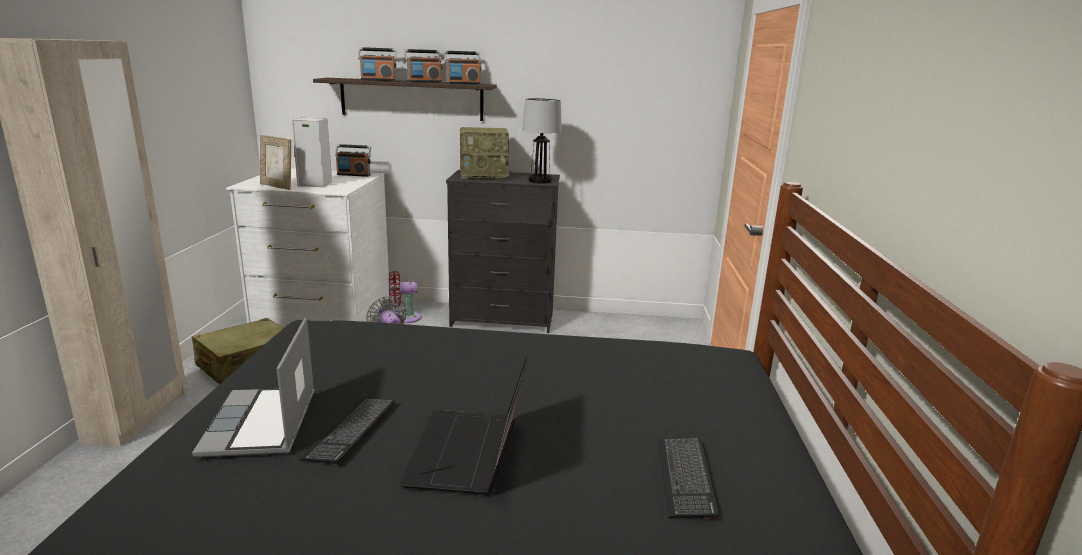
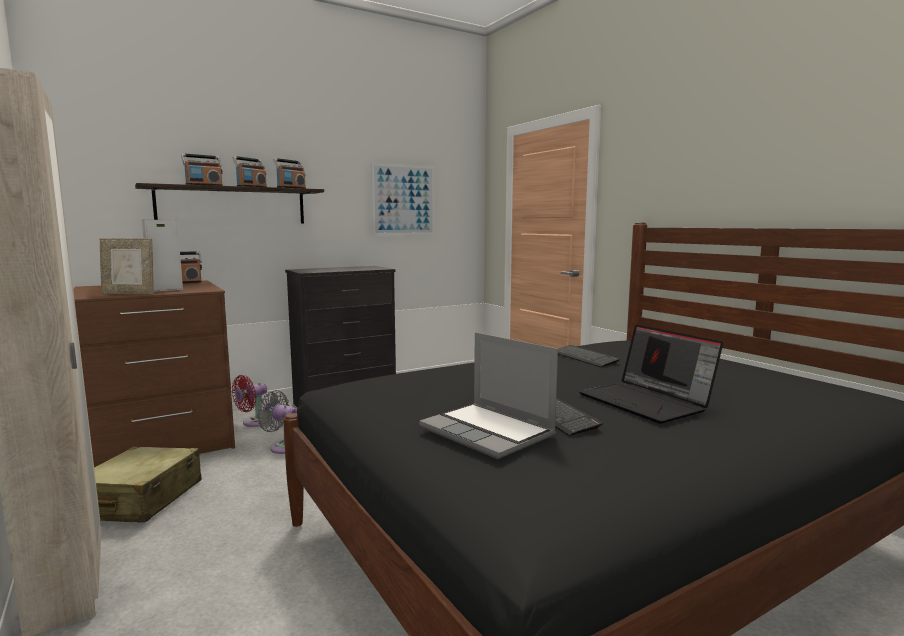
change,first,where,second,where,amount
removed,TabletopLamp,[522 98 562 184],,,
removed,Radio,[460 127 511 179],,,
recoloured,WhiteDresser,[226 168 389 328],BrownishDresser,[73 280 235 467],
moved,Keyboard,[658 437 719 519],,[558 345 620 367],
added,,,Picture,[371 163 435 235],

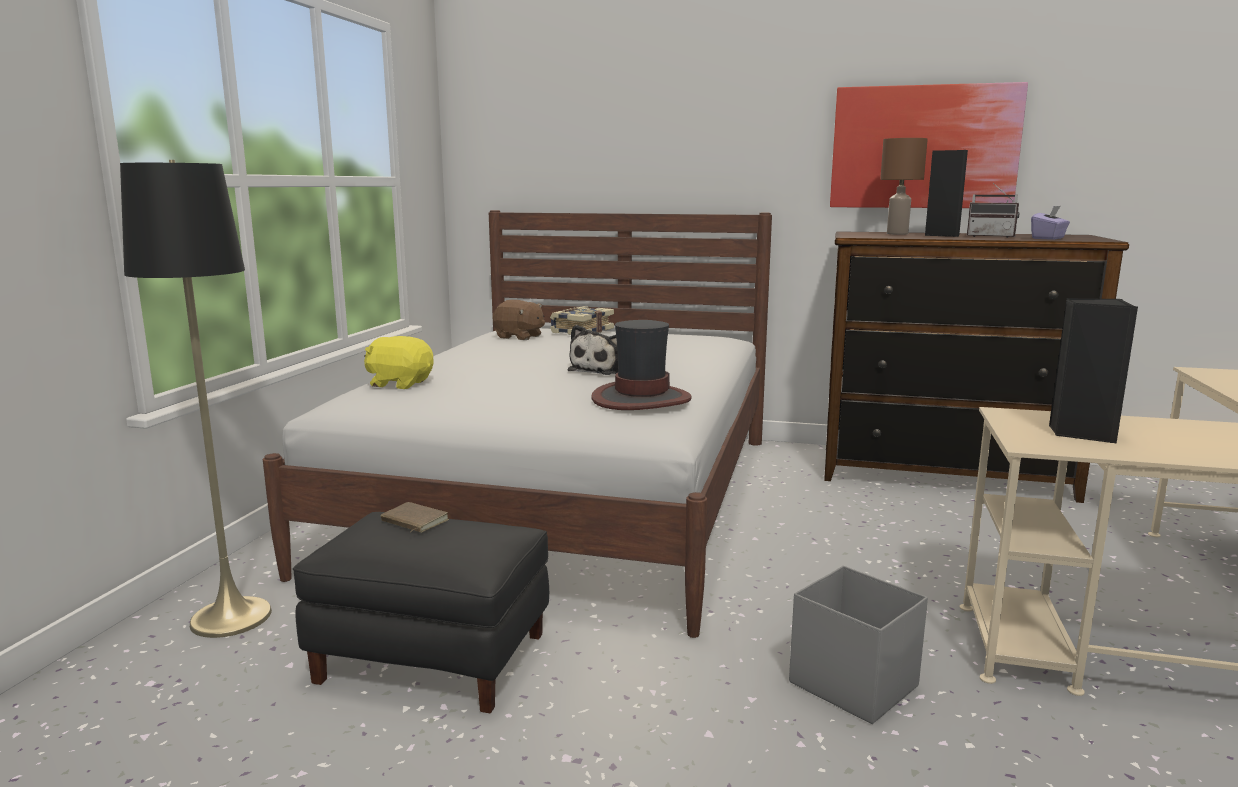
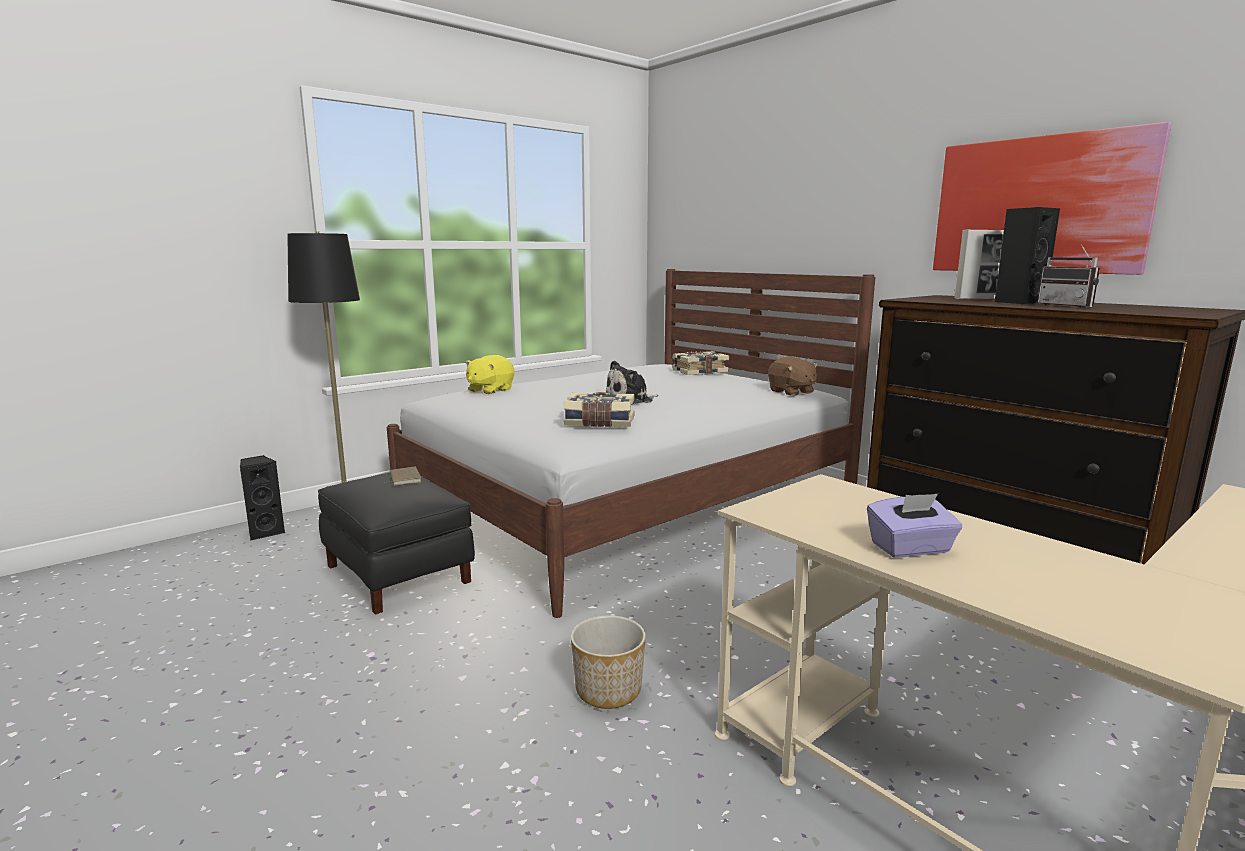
change,first,where,second,where,amount
replaced,BrownishTabletopLamp,[880 138 928 235],StandingFrame,[954 229 1004 299],
moved,PurpleColouredTissueBox,[1031 206 1070 240],,[867 494 962 557],
moved,BlackAudioSpeaker,[1049 298 1138 444],,[240 455 285 541],
moved,BrownishPlushToy,[493 300 545 340],,[768 356 818 396],
replaced,Hat,[591 320 692 410],Volume,[563 392 634 427],
turned,YellowishPlushToy,[364 336 434 389],,[465 355 514 394],105 degrees counterclockwise
replaced,GrayStorageBox,[789 566 928 724],Planter,[571 615 646 709],

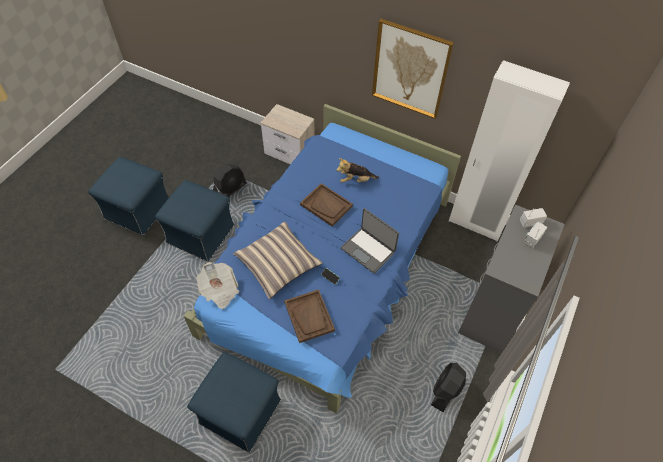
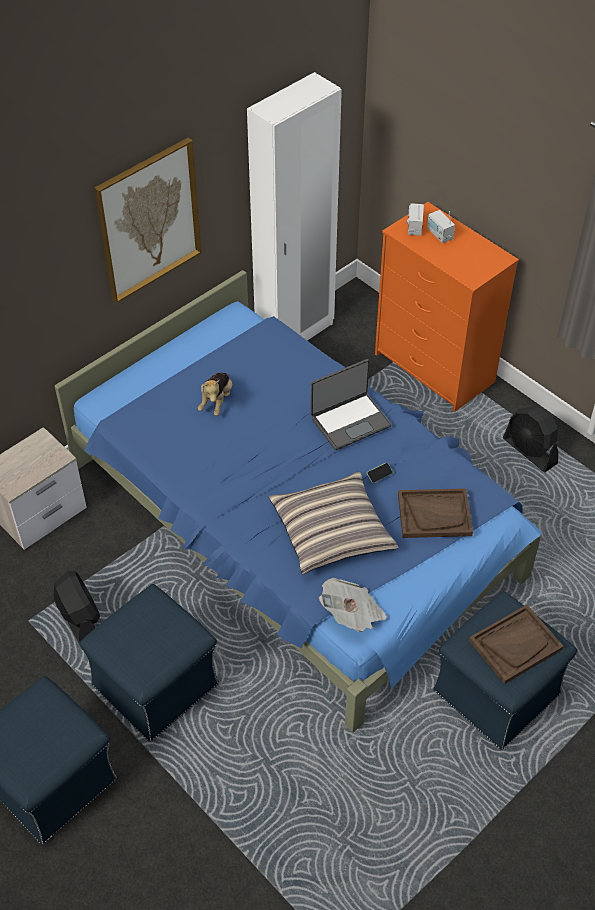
change,first,where,second,where,amount
moved,BrownishServingTray,[300 183 353 226],,[469 605 564 684],
recoloured,GrayDresser,[458 205 565 353],OrangeDresser,[375 202 519 412],

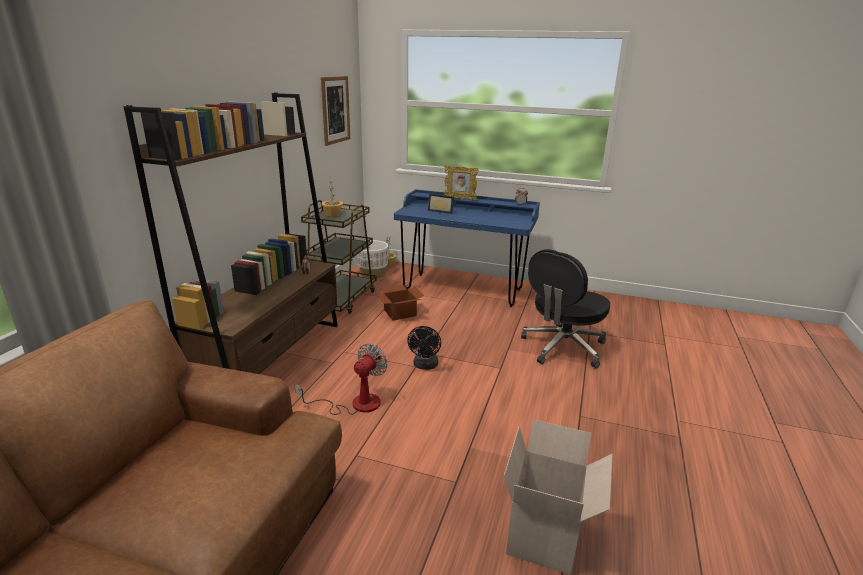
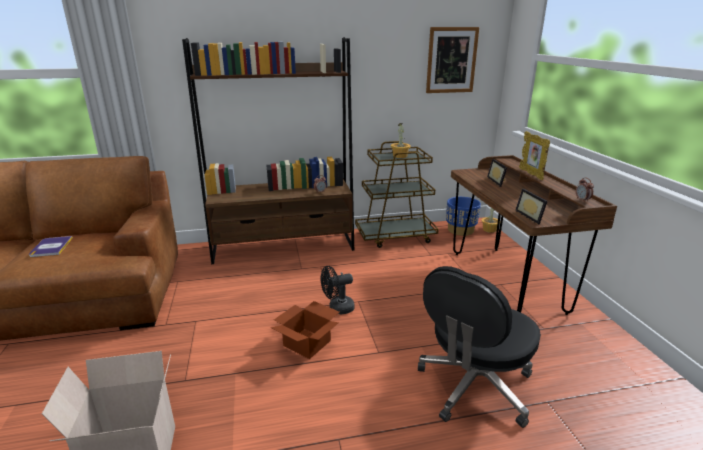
change,first,where,second,where,amount
recoloured,BluishDeskUnit,[394 189 540 307],BrownishDeskUnit,[451 155 617 315],
recoloured,WhitePlanter,[357 240 388 278],BluishPlanter,[446 197 481 236],
turned,BlackComputerChair,[521 249 610 368],,[418 266 541 428],60 degrees counterclockwise
moved,CardboardBox,[376 285 424 321],,[271 301 339 359],
removed,ElectricFan,[295 344 387 415],,,
added,,,StandingFrame,[515 189 548 225],
added,,,Volume,[29 236 73 257],

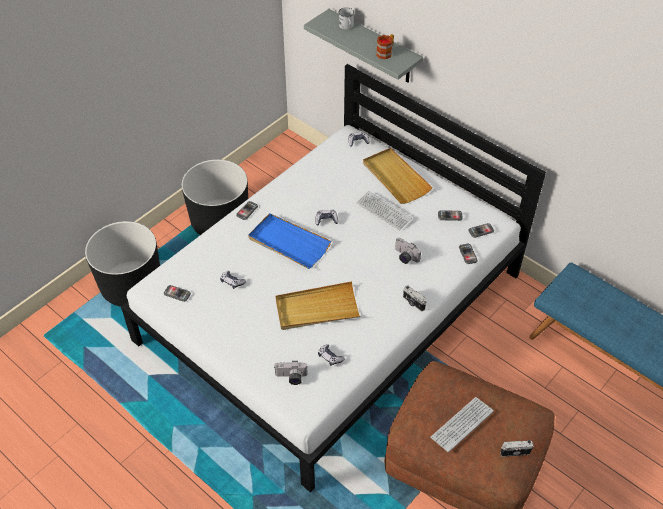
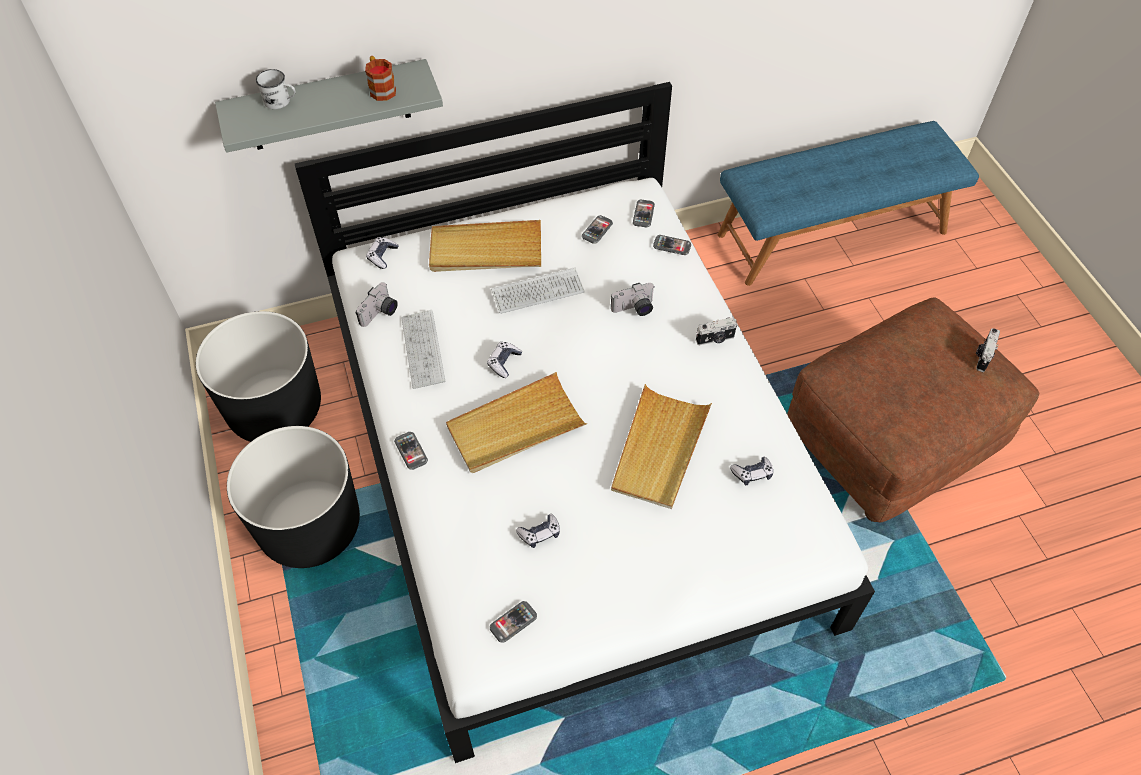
change,first,where,second,where,amount
recoloured,BluishServingTray,[248 213 331 269],BeigeColouredServingTray,[446 372 587 473],
moved,BlackPlanter,[85 221 160 307],,[196 311 321 442],
moved,PhotoCamera,[274 361 308 385],,[356 282 398 327],
moved,Keyboard,[430 397 494 452],,[401 310 445 389],

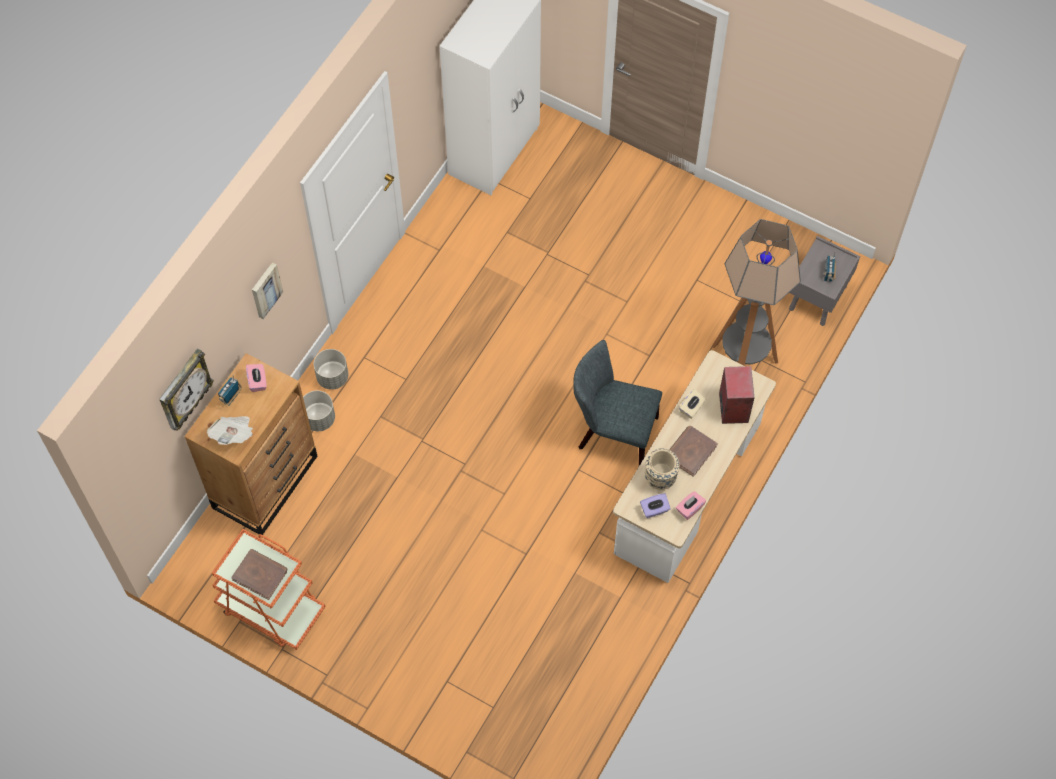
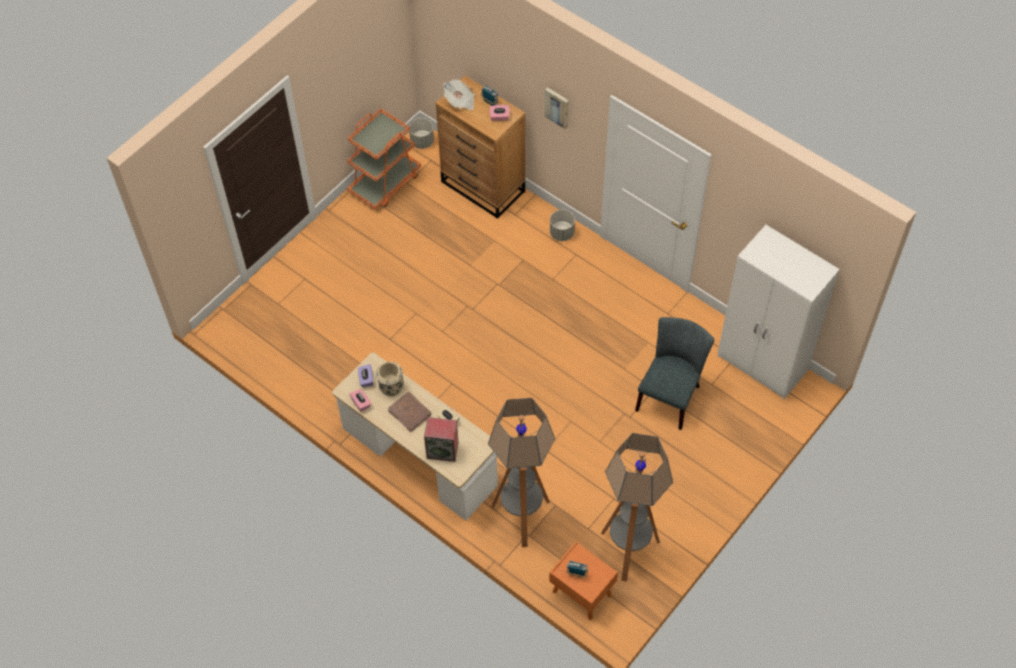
change,first,where,second,where,amount
recoloured,GrayNightstand,[789 236 860 326],OrangeNightstand,[549 541 618 620],
moved,GrayChair,[573 340 662 466],,[635 317 714 430],
removed,ClockOnTheWall,[159 349 214 431],,,
moved,GrayPlanter,[303 391 335 431],,[409 118 434 149],
removed,BrownishVolume,[231 549 287 600],,,
added,,,StandingLamp,[601 433 673 582],

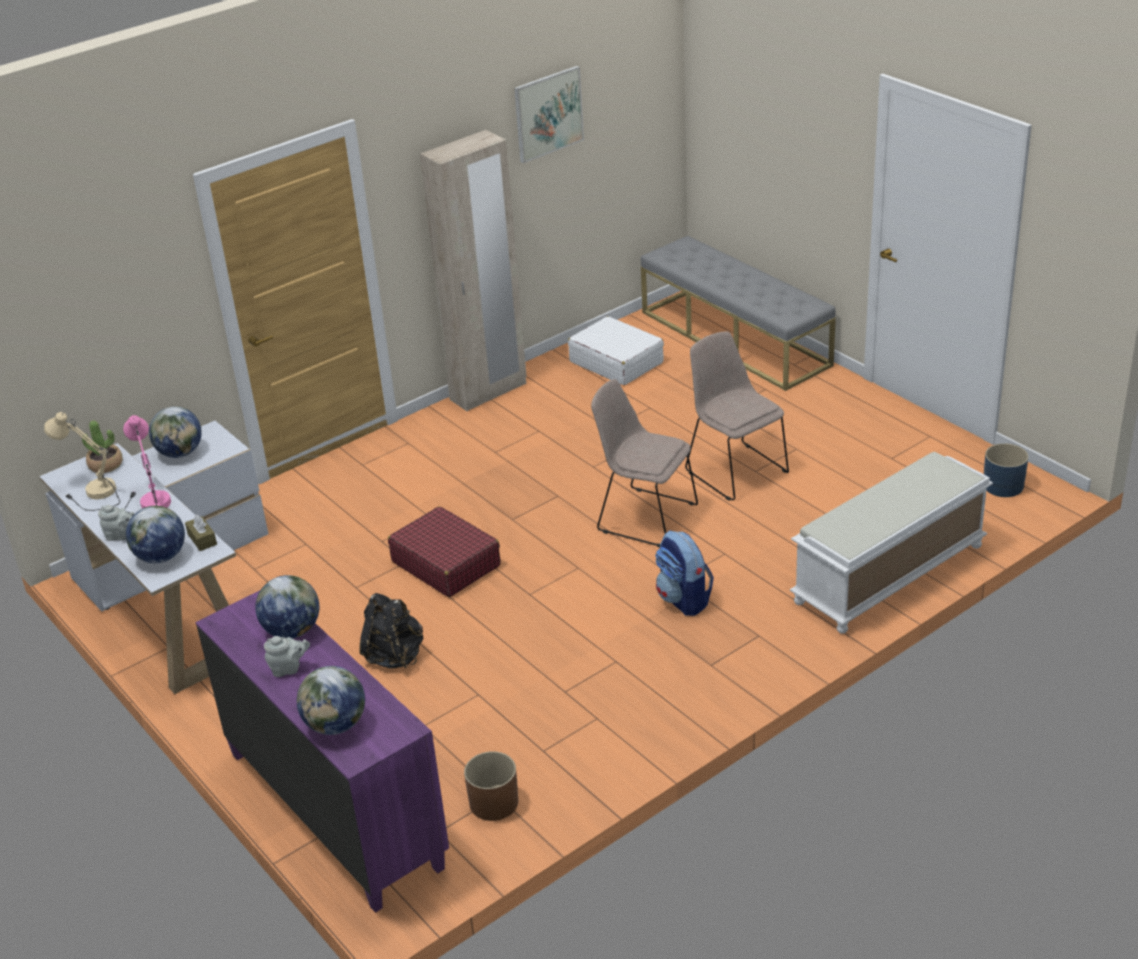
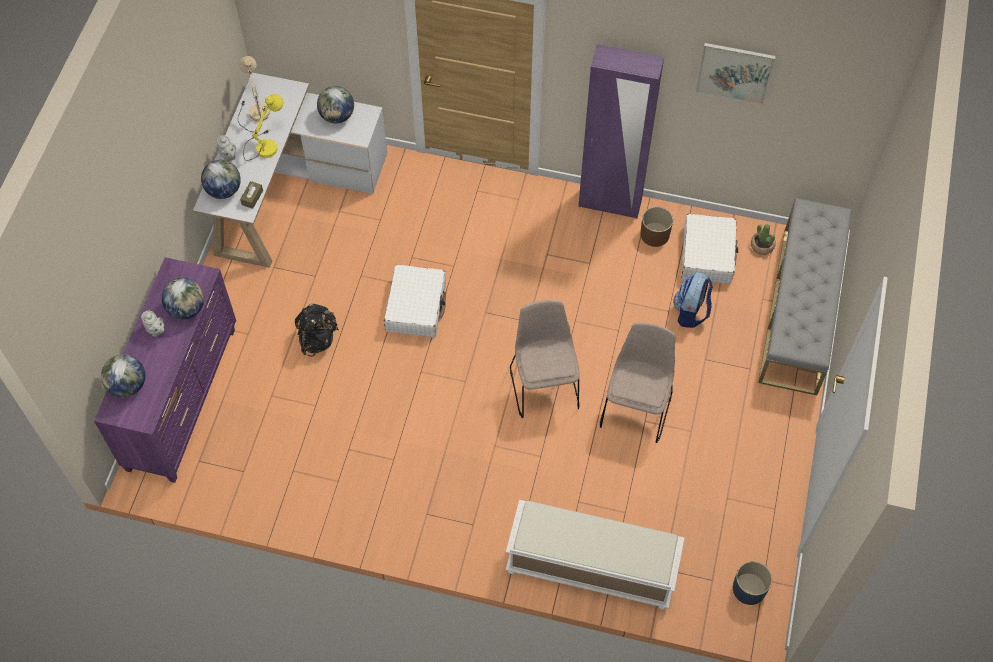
change,first,where,second,where,amount
recoloured,BeigeColouredWardrobe,[420 130 527 411],PurpleColouredWardrobe,[578 44 664 219],
recoloured,PinkishTabletopLamp,[123 415 171 510],YellowishTabletopLamp,[243 94 284 161],
moved,Houseplant,[82 420 123 473],,[751 224 776 255],
recoloured,RedSuitcase,[388 506 500 597],WhiteSuitcase,[384 264 446 337],
moved,Backpack,[655 530 714 616],,[674 272 713 328],
moved,BrownishPlanter,[464 751 518 821],,[640 207 673 247],

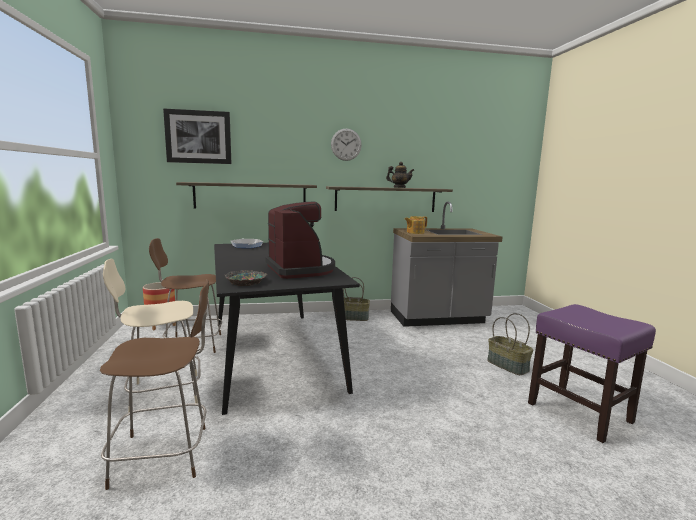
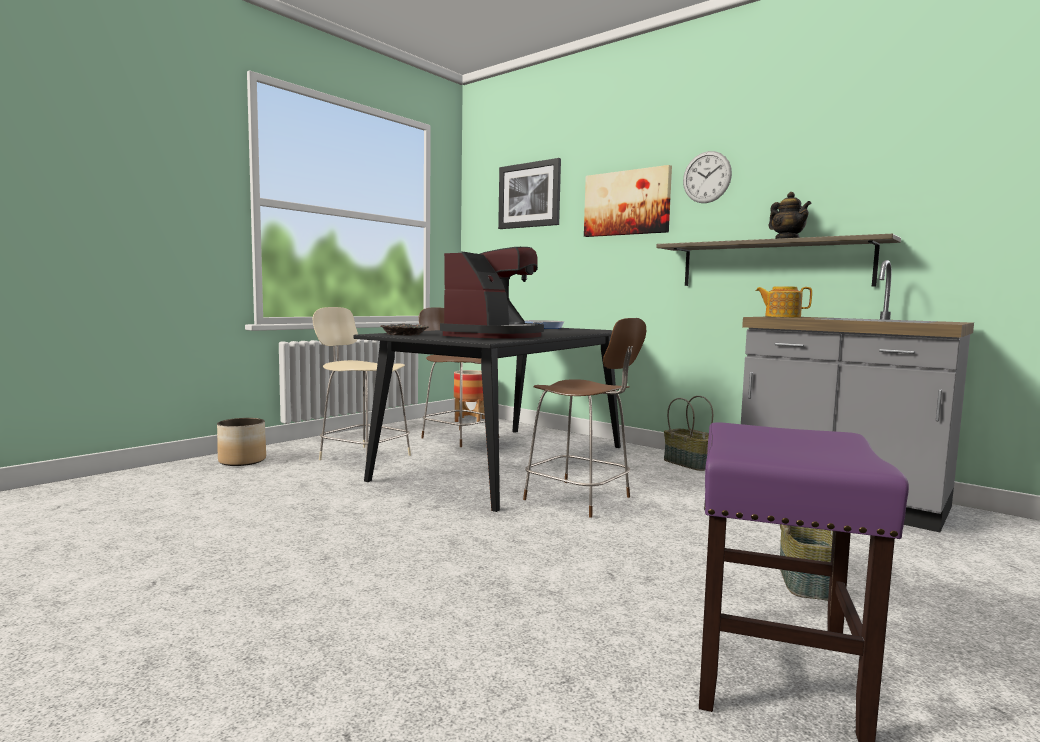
change,first,where,second,where,amount
removed,Shelf,[176 182 317 209],,,
moved,BrownishChair,[100 279 209 490],,[523 318 646 517],
added,,,Picture,[584 165 672 237],
added,,,Planter,[217 418 266 466],

